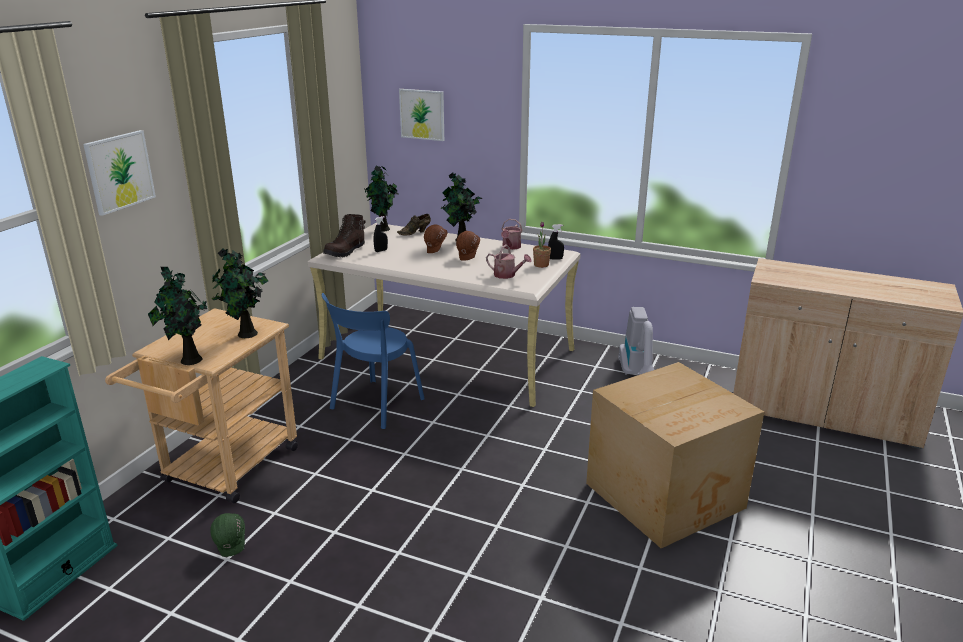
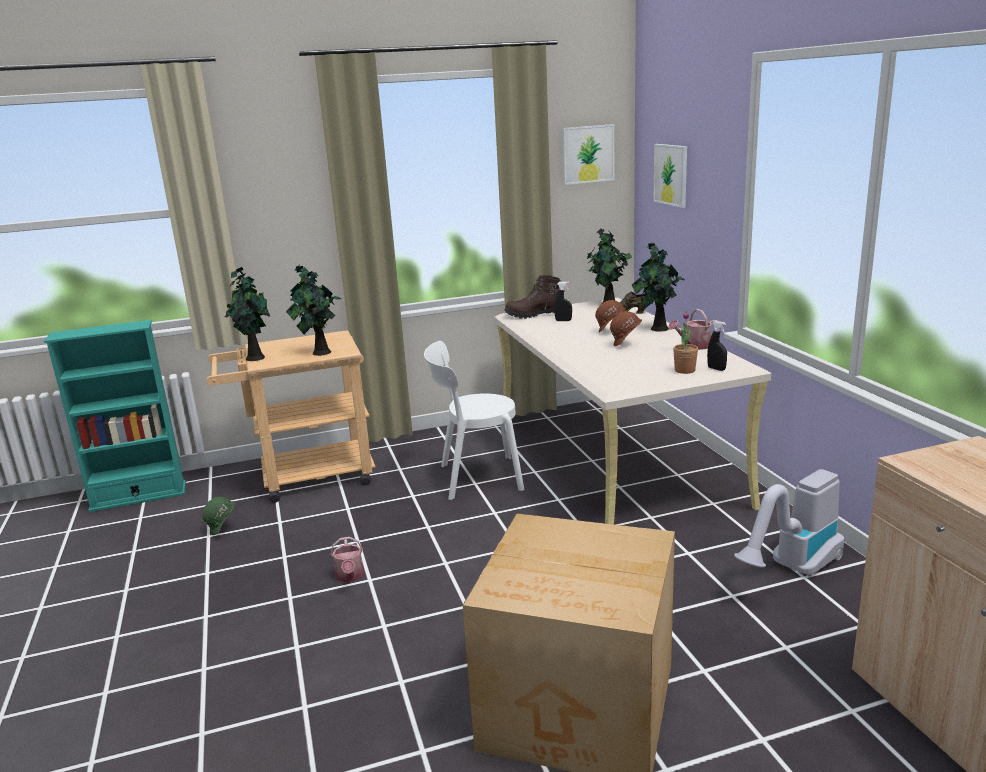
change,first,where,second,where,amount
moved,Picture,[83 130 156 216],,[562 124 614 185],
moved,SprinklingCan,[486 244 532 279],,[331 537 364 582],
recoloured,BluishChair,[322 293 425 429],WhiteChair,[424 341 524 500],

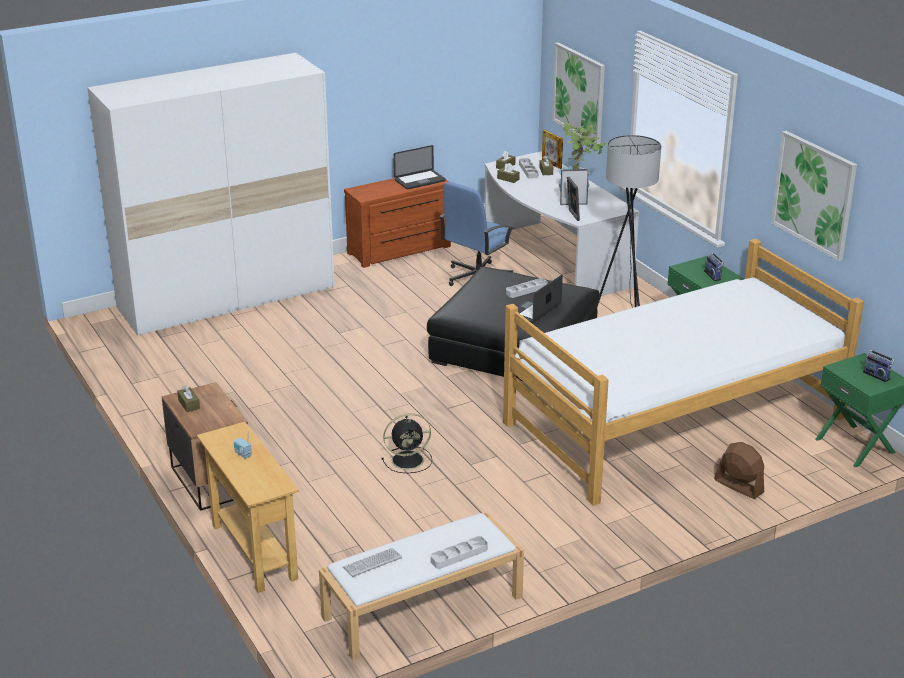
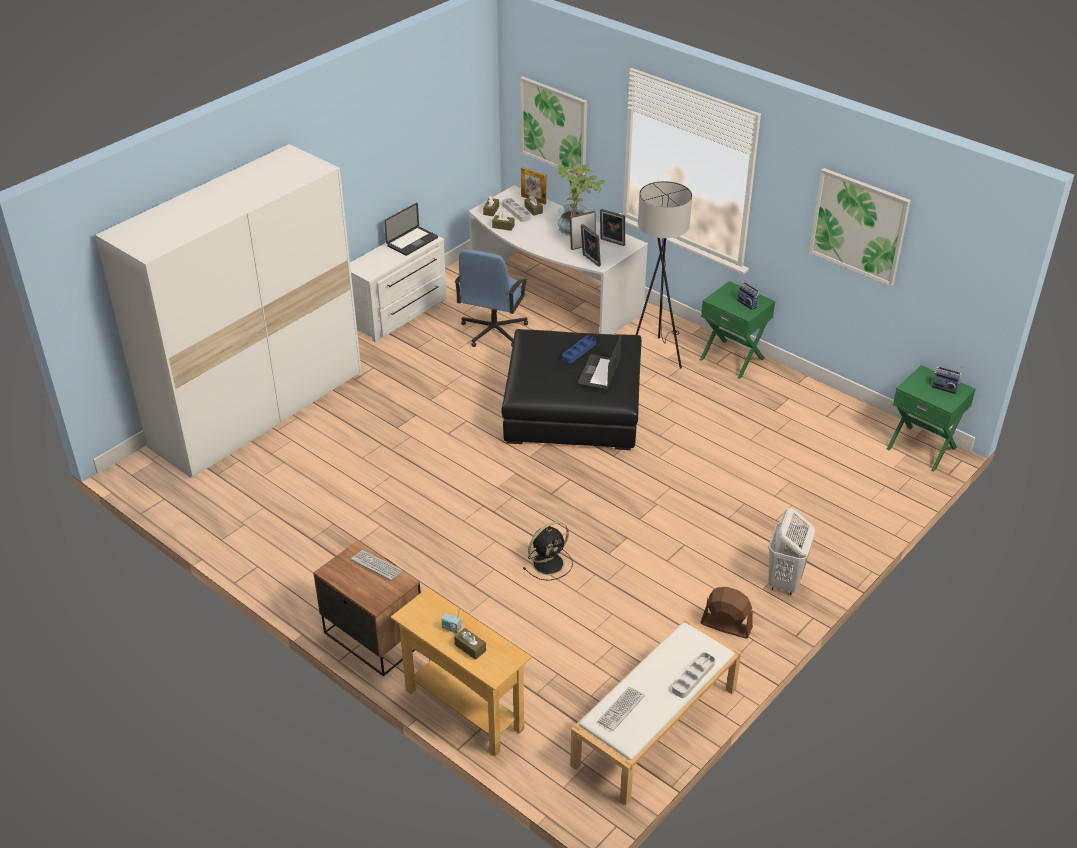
change,first,where,second,where,amount
recoloured,BrownishDresser,[344 178 451 268],WhiteDresser,[350 236 447 343],
removed,Bed,[503 239 864 506],,,
recoloured,GrayServingTray,[506 278 548 298],BluishServingTray,[562 335 596 364],
moved,BrownishTissueBox,[177 385 200 412],,[454 628 486 660],
moved,BrownishElectricFan,[714 442 764 499],,[700 587 753 638],
added,,,StandingFrame,[600 209 625 246],
added,,,WhiteWashingBasket,[768 508 815 595],
added,,,Keyboard,[351 550 403 581],

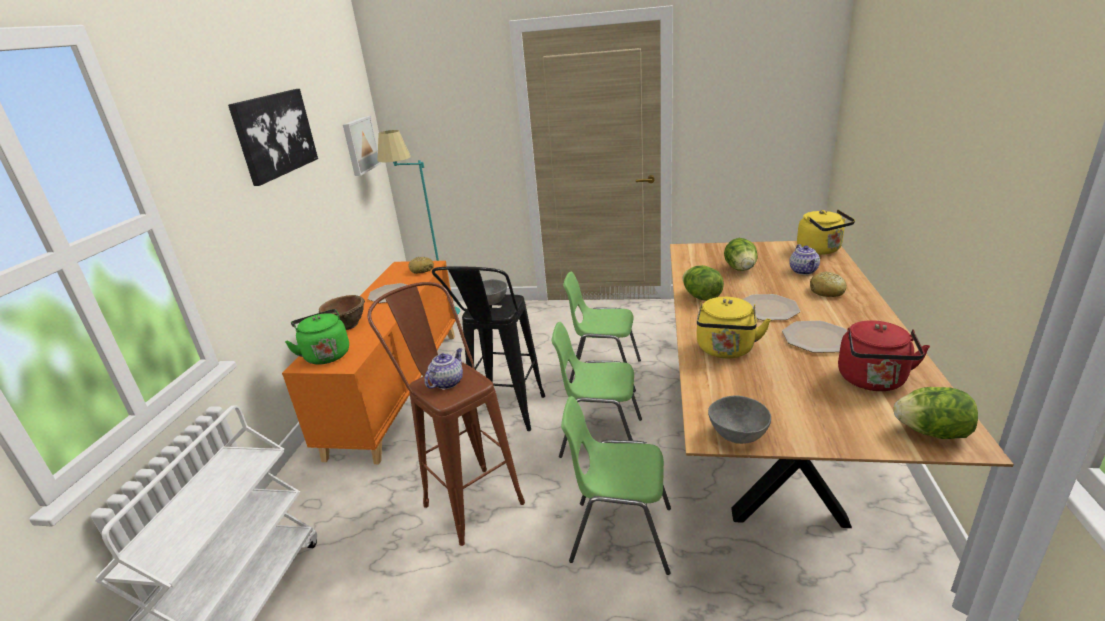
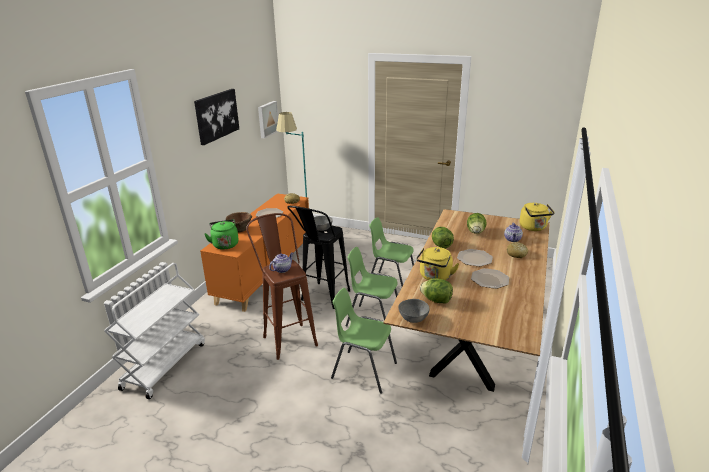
change,first,where,second,where,amount
removed,RedWaterKettle,[838 320 930 391],,,
moved,HeadOfLettuce,[894 387 978 439],,[420 278 453 304],

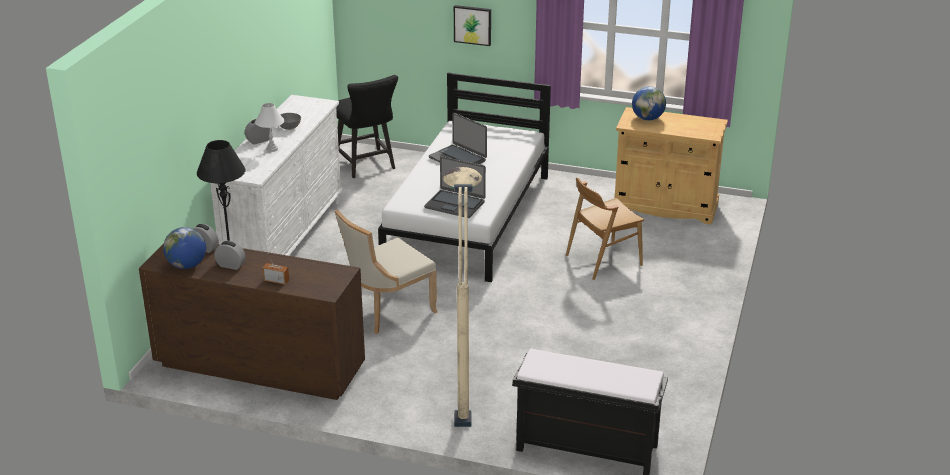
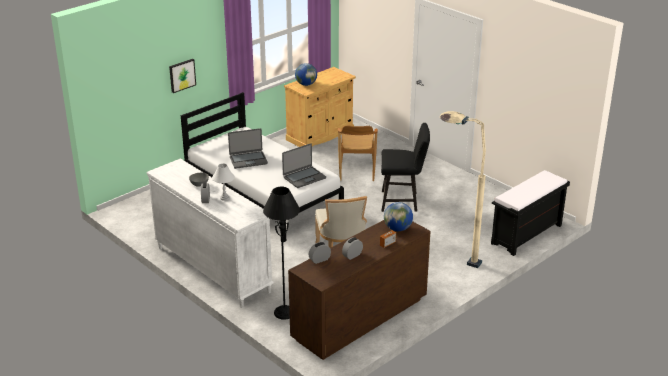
change,first,where,second,where,amount
moved,BlackChair,[336 75 398 178],,[381 123 430 212],
moved,WorldGlobe,[163 227 206 269],,[384 202 413 231],

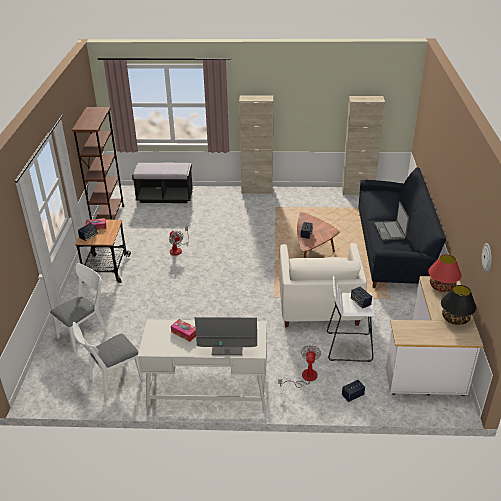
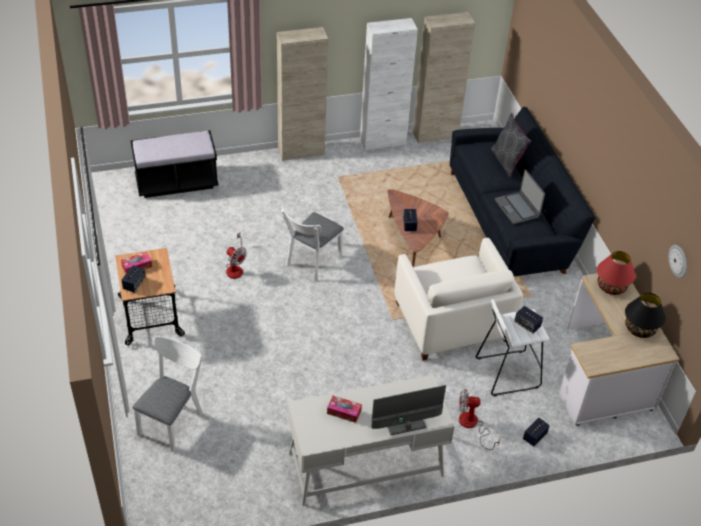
change,first,where,second,where,amount
removed,BrownishShelvingUnit,[72 107 124 220],,,
moved,WhiteChair,[73 322 144 399],,[281 206 344 281],
turned,ElectricFan,[278 345 321 388],,[459 389 500 450],75 degrees counterclockwise
added,,,WhiteStorageCabinet,[360 18 418 150],
added,,,GrayCushion,[491 113 531 178],

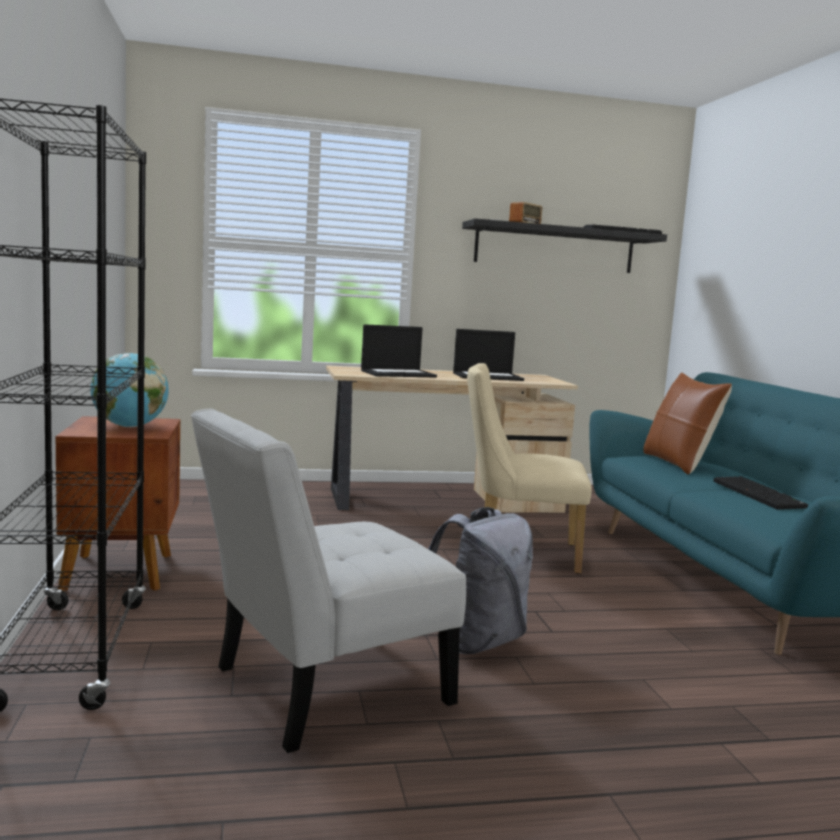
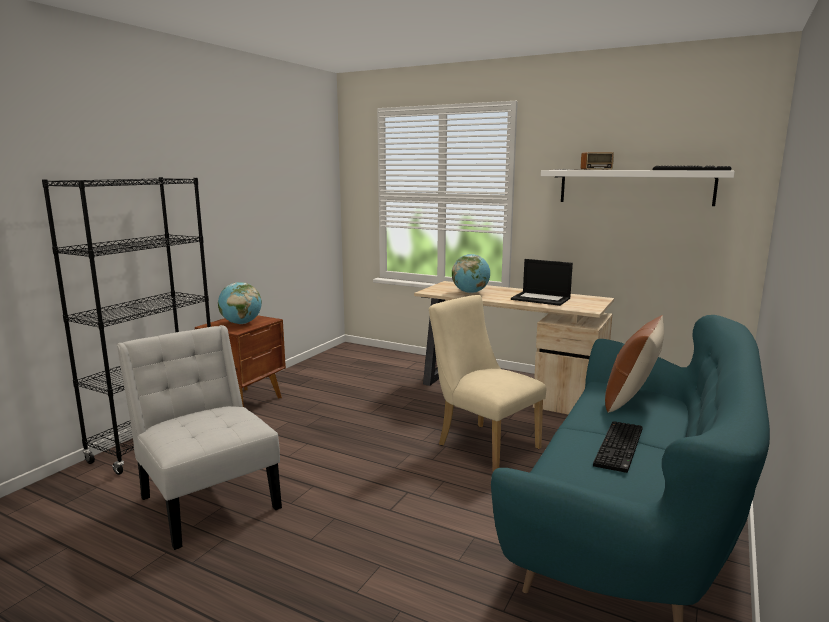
change,first,where,second,where,amount
recoloured,BlackShelf,[462 218 667 273],WhiteShelf,[541 170 735 206],
replaced,Laptop,[361 324 437 377],WorldGlobe,[452 254 490 293],
turned,WhiteChair,[191 409 466 753],,[117 325 282 550],45 degrees clockwise
removed,GrayBackpack,[428 507 533 654],,,

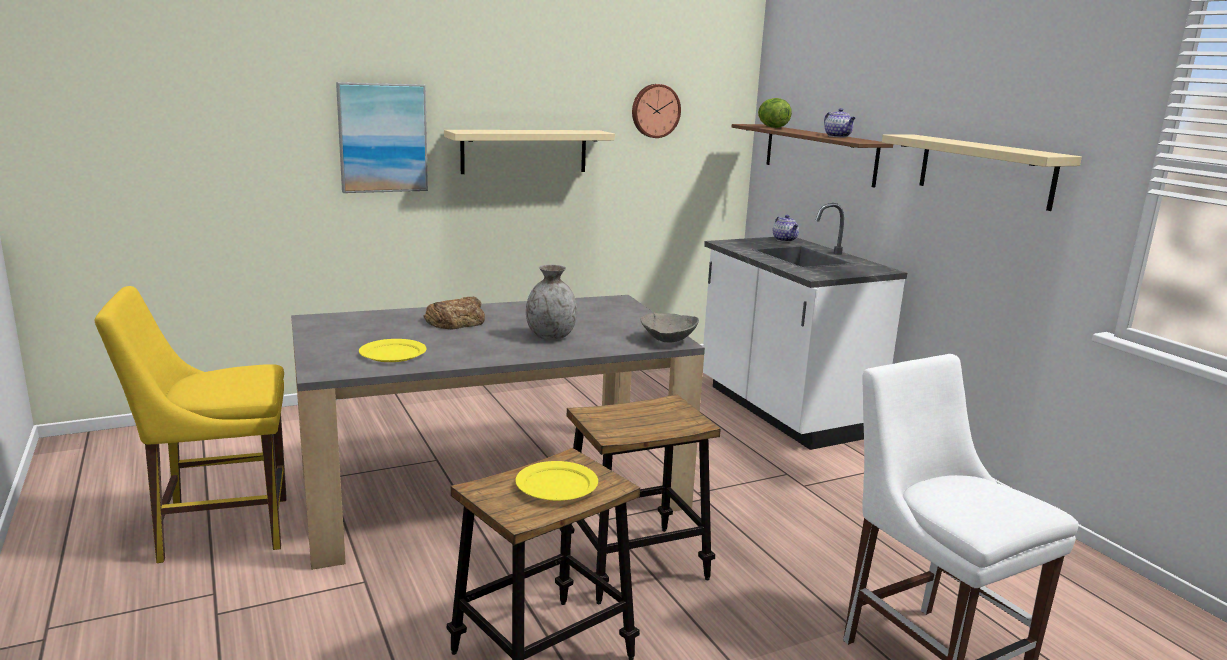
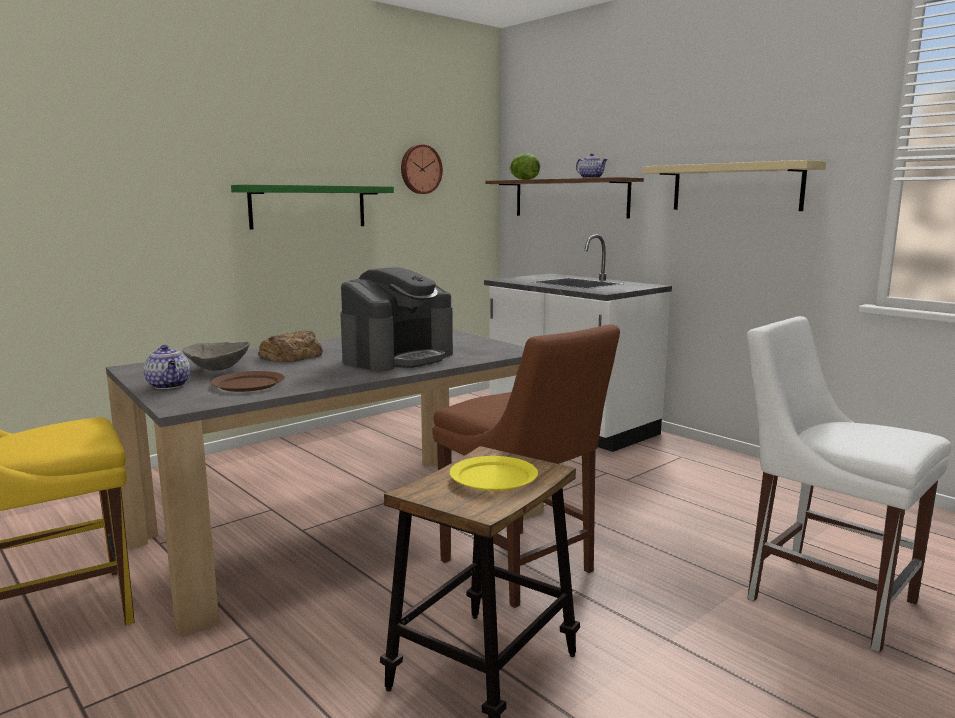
change,first,where,second,where,amount
removed,Picture,[336 82 428 193],,,
recoloured,BeigeColouredShelf,[444 130 615 174],GreenColouredShelf,[231 184 394 230],
moved,TeaPot,[773 215 799 242],,[143 345 190 389],
replaced,GrayDecorativeVase,[526 264 577 340],CoffeeBrewer,[340 267 453 371],
moved,GrayDeepDish,[641 313 699 342],,[183 342 250 371],
recoloured,YellowishPlate,[359 339 427 362],BrownishPlate,[210 371 285 392],
replaced,StoolSeat,[559 394 721 604],BrownishChair,[432 324 620 608],

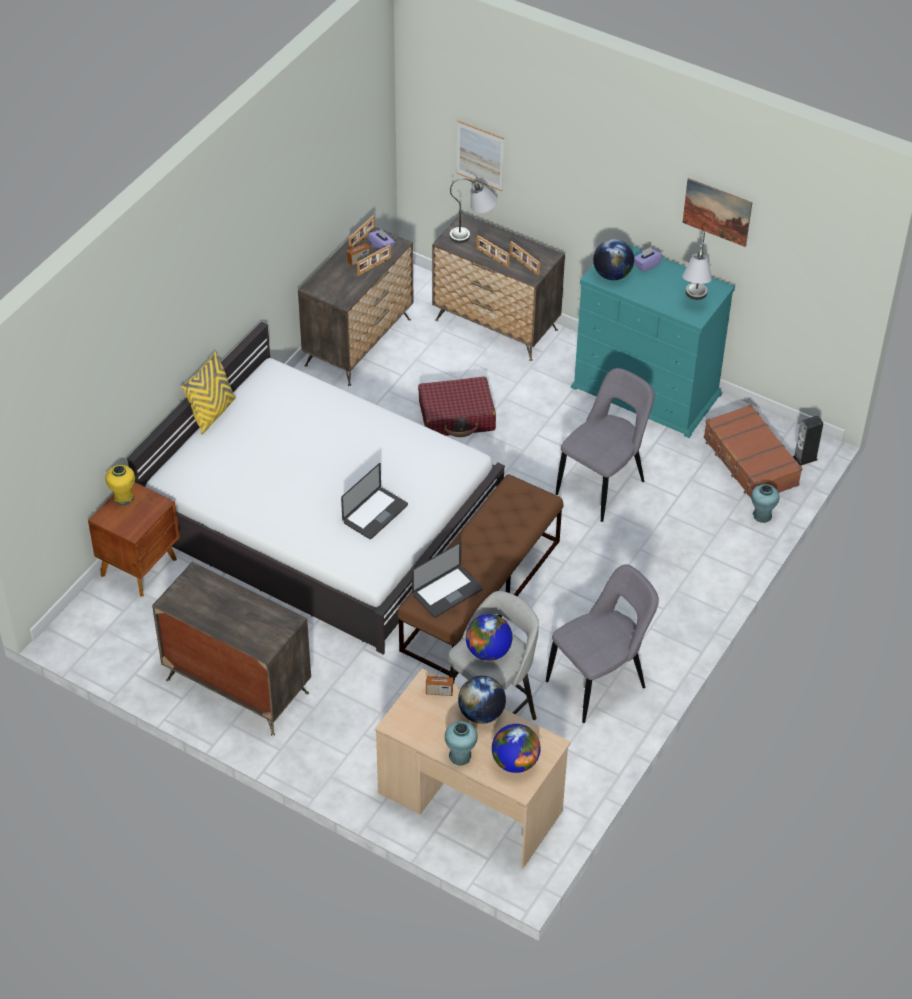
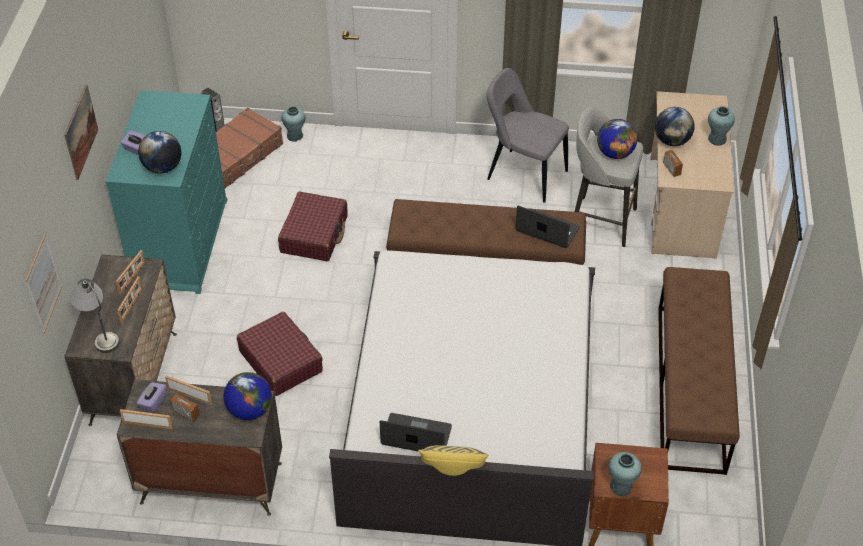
change,first,where,second,where,amount
moved,Picture,[682 178 752 247],,[64 84 98 180],
removed,GrayTabletopLamp,[682 231 712 300],,,
replaced,GrayChair,[556 368 655 522],RedSuitcase,[278 192 348 261],
moved,Laptop,[341 463 408 539],,[380 413 452 452],
recoloured,YellowishDecorativeVase,[105 465 135 505],BlueGreenDecorativeVase,[608 452 642 496],
replaced,Dresser,[152 562 311 736],BrownishBench,[658 267 740 475],
moved,WorldGlobe,[492 724 541 773],,[224 372 272 420],

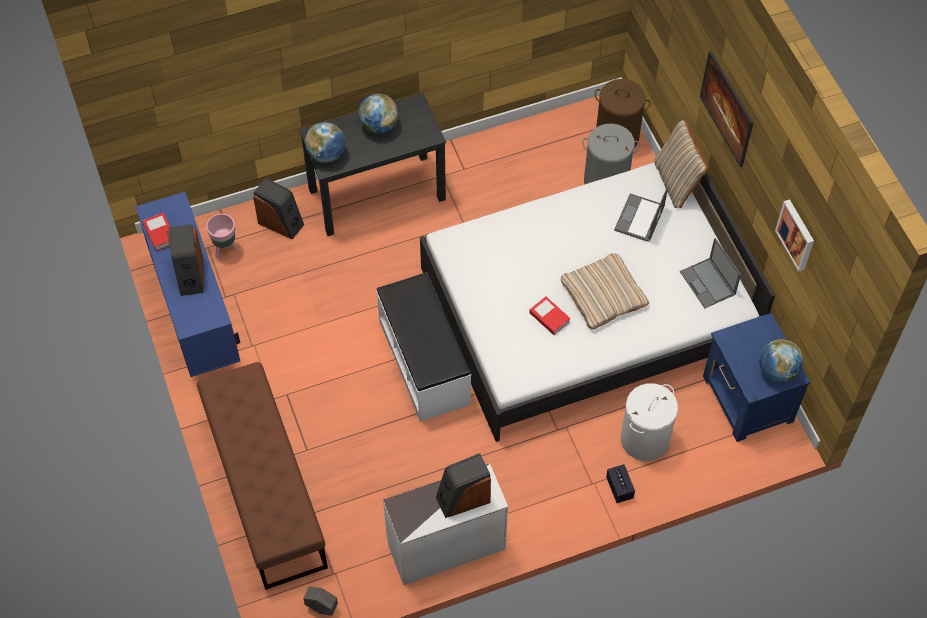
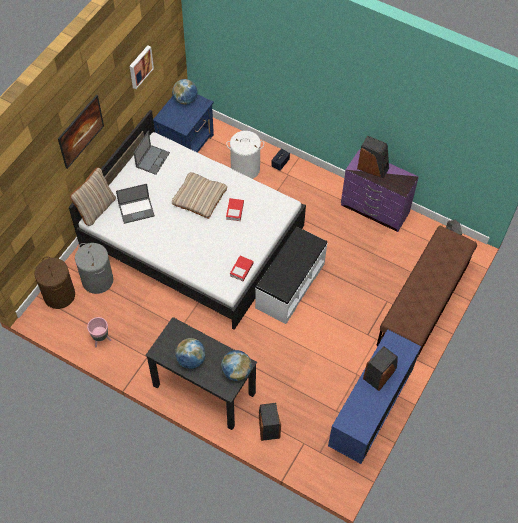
change,first,where,second,where,amount
moved,Volume,[142 212 171 251],,[230 256 254 281],
moved,PinkishPlanter,[206 214 239 258],,[87 317 111 347],
recoloured,WhiteDresser,[383 464 508 585],PurpleColouredDresser,[341 150 419 232],

